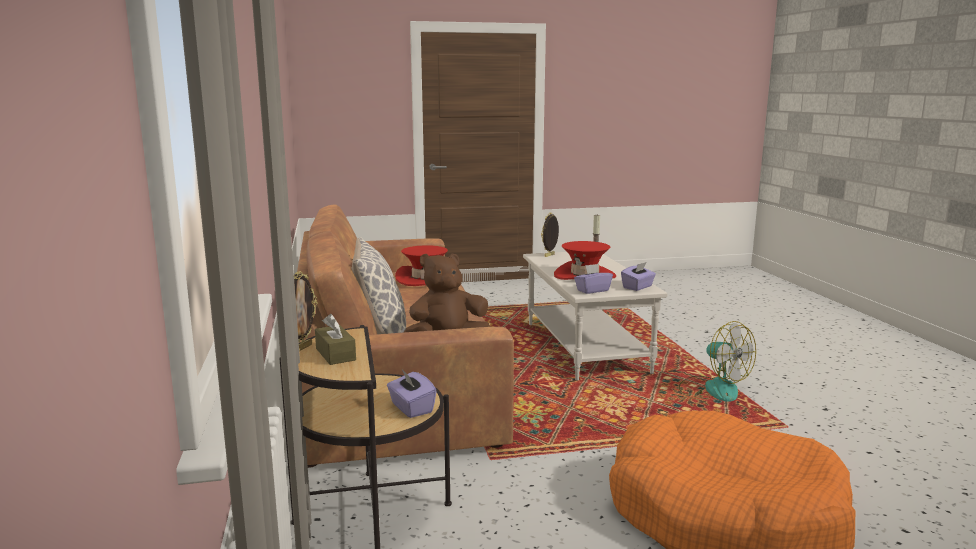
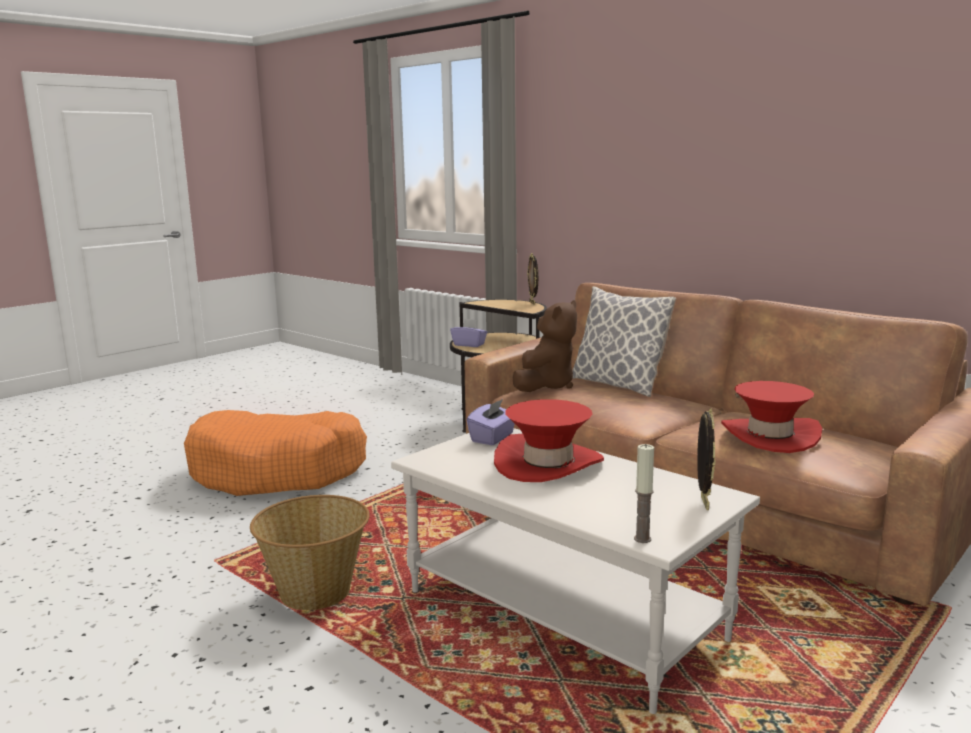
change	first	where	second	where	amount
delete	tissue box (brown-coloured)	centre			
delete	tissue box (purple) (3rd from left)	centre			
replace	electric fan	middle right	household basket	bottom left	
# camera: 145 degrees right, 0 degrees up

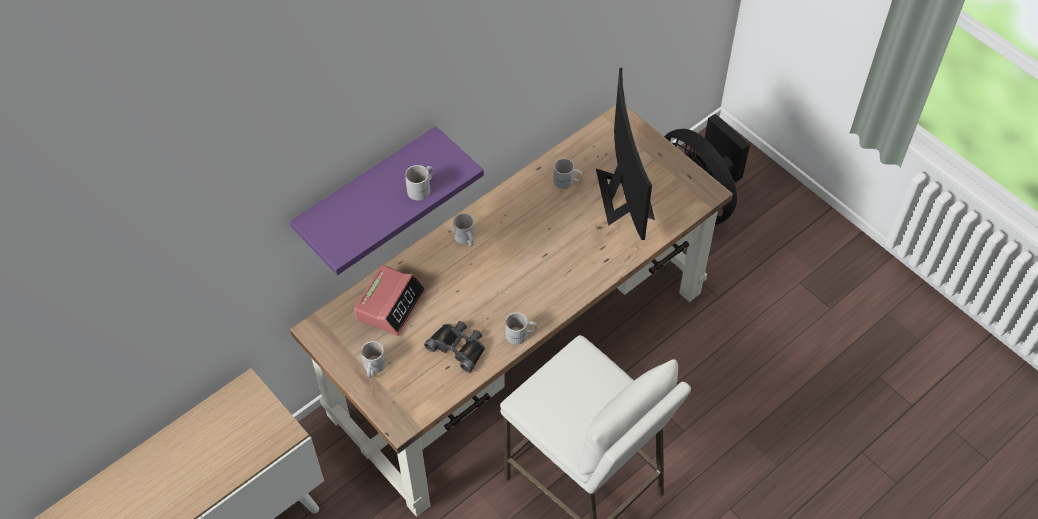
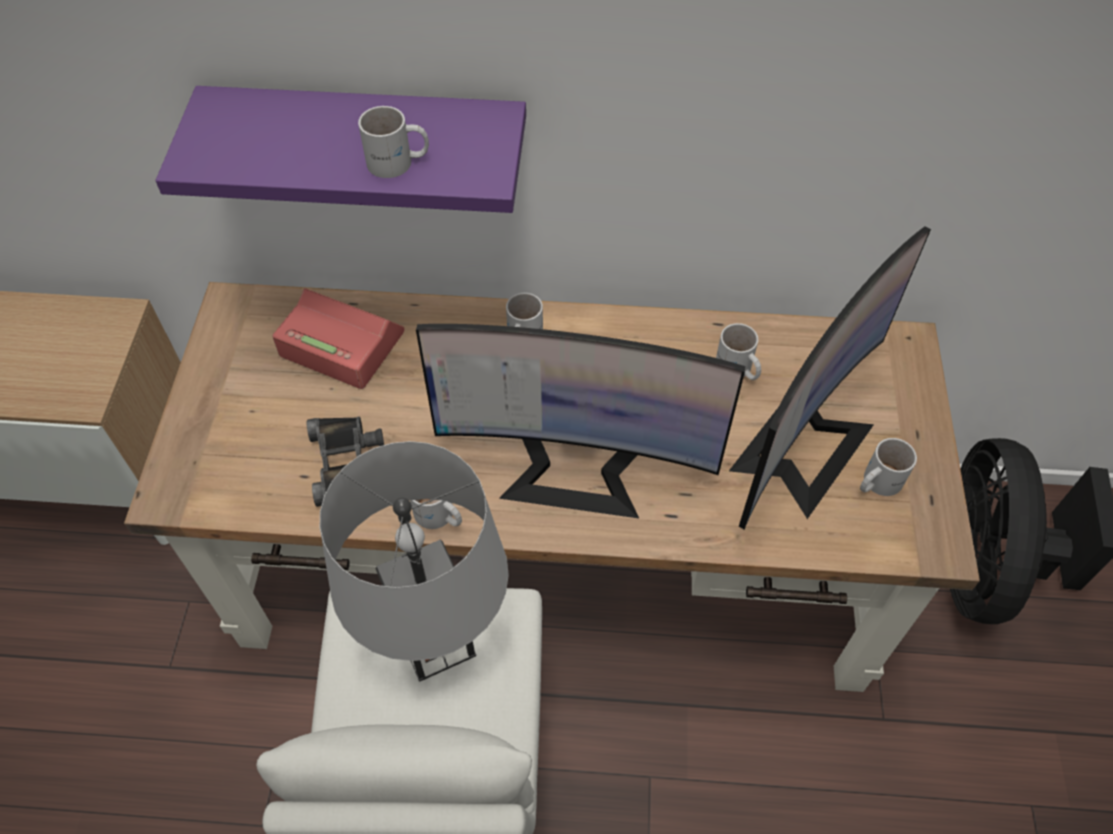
change	first	where	second	where	amount
insert			tabletop lamp (grey)	bottom centre	
insert			monitor (1st from left)	centre	
move	mug (white) (1st from left in the first image)	bottom centre	mug (white) (5th from left)	middle right	
rotate	alarm clock	centre		middle left	135 degrees counterclockwise
# camera: 45 degrees right, 0 degrees up

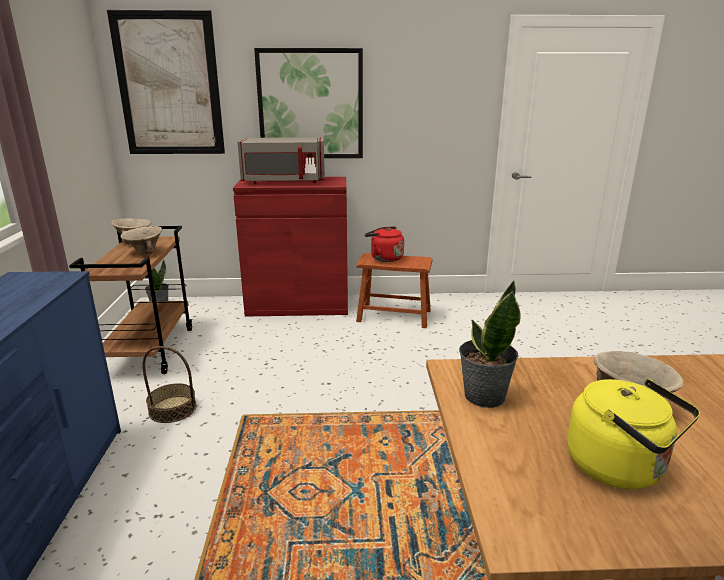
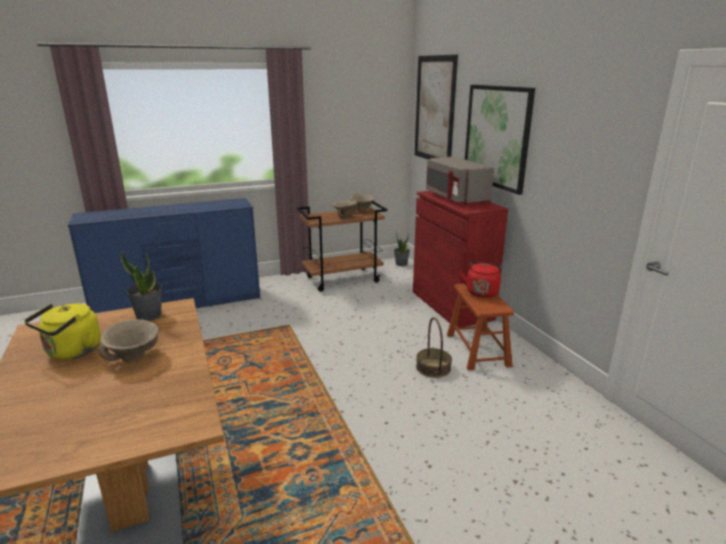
change	first	where	second	where	amount
move	household basket	middle left		centre	
# camera: 70 degrees right, 0 degrees up

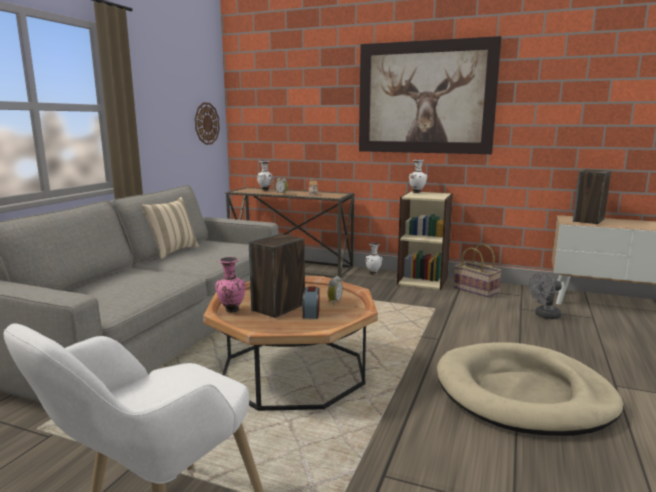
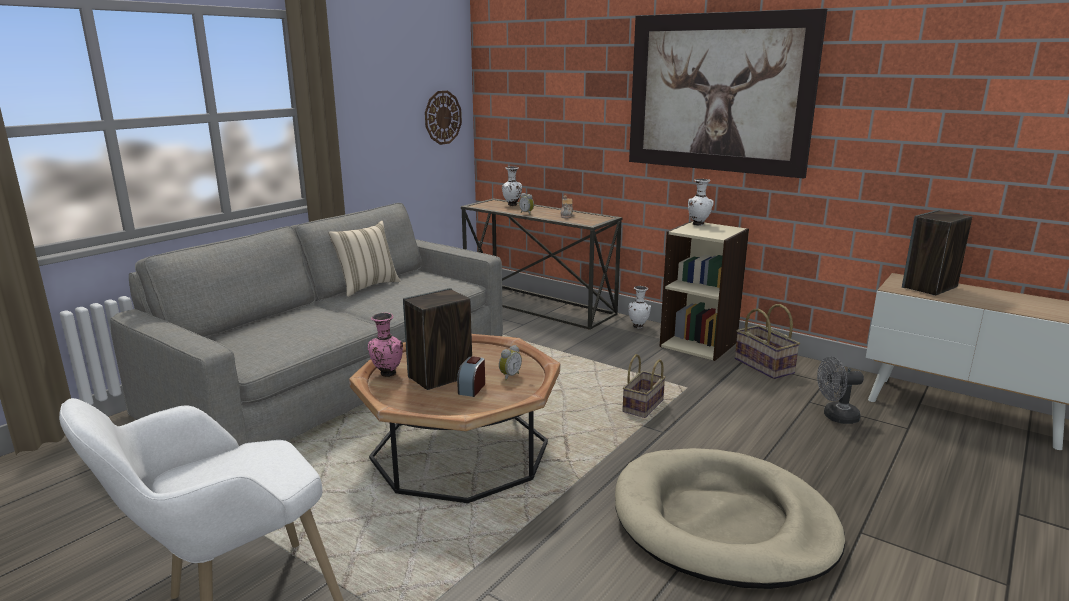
change	first	where	second	where	amount
insert			household basket (1st from left)	centre	
# camera: 15 degrees right, 5 degrees up

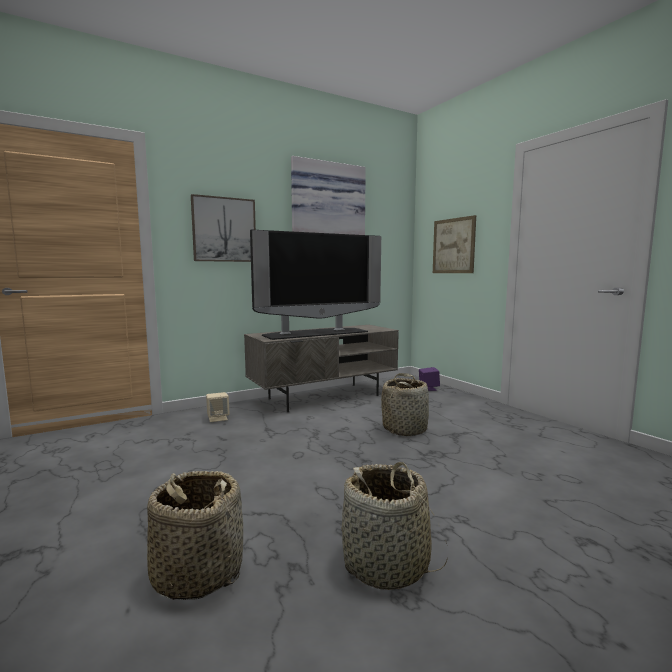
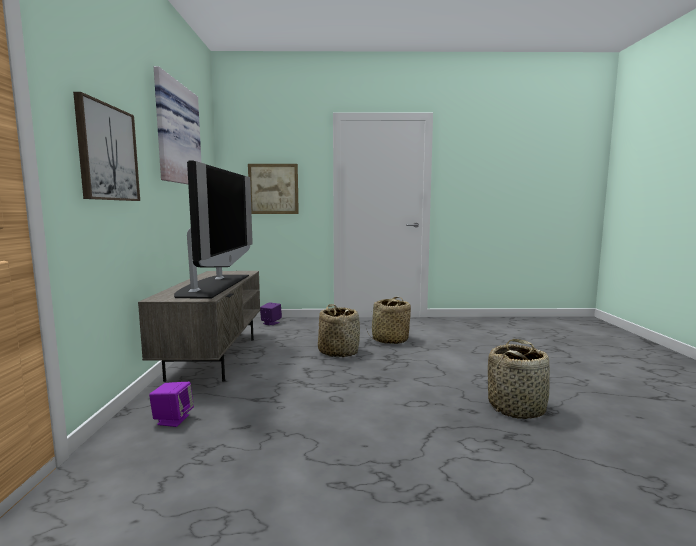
change	first	where	second	where	amount
move	household basket (1st from left in the first image)	bottom left	household basket (2nd from left)	centre	
recolor	loudspeaker (sand-coloured)	middle left	loudspeaker (purple) (1st from left)	bottom left	
# camera: 60 degrees left, 0 degrees up

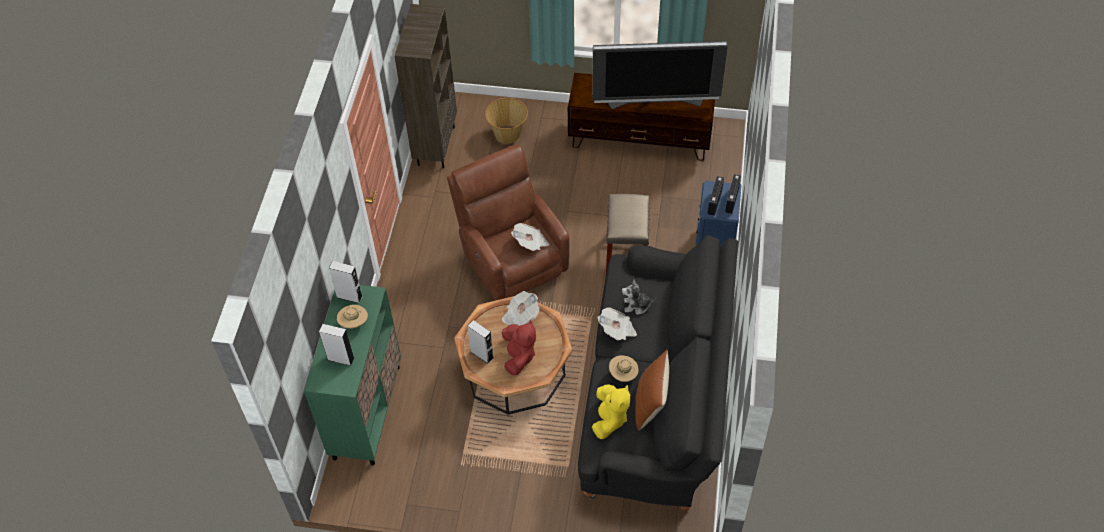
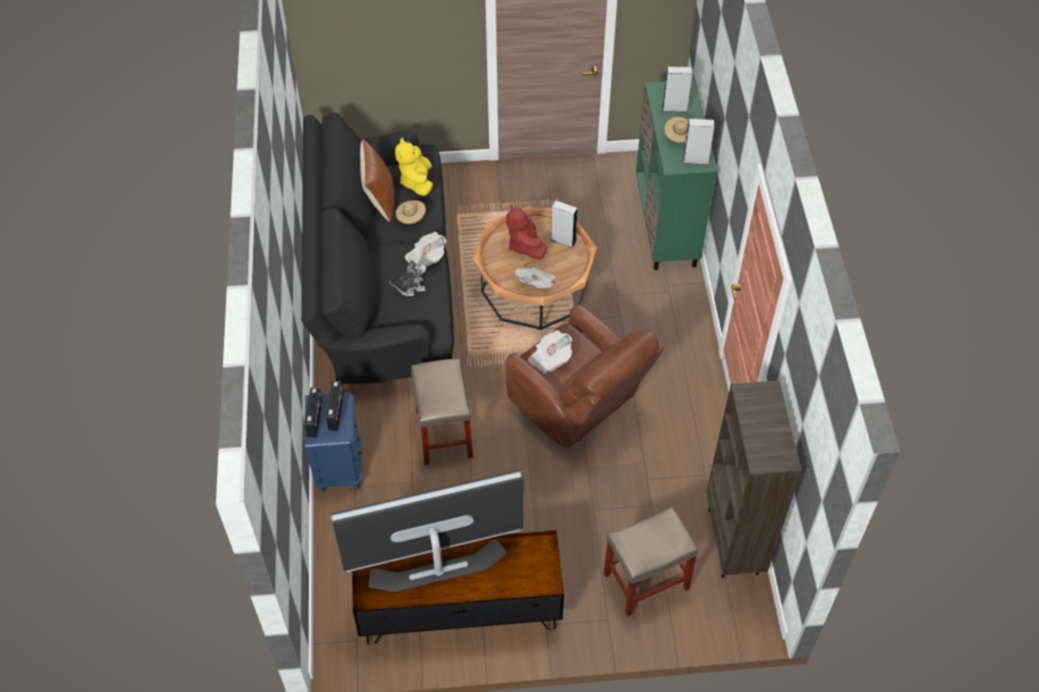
change	first	where	second	where	amount
replace	household basket	top centre	stool (sand-coloured) (2nd from left)	bottom centre	
# camera: 165 degrees right, 0 degrees up

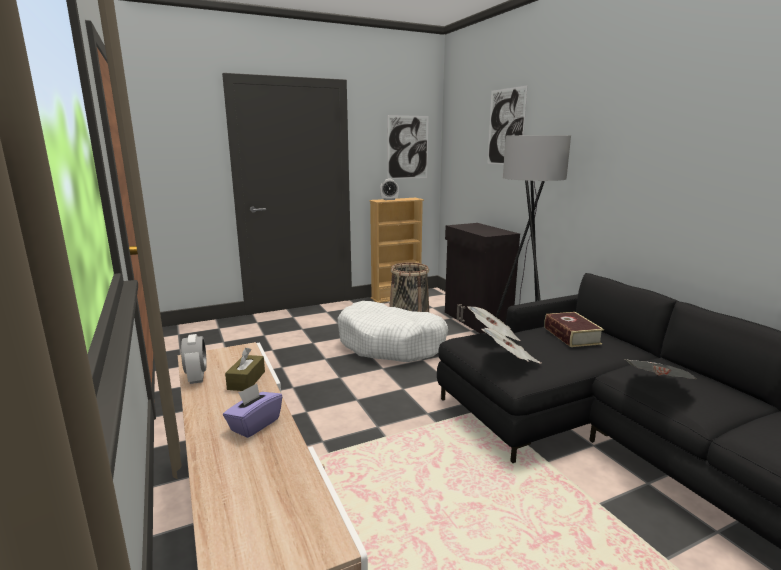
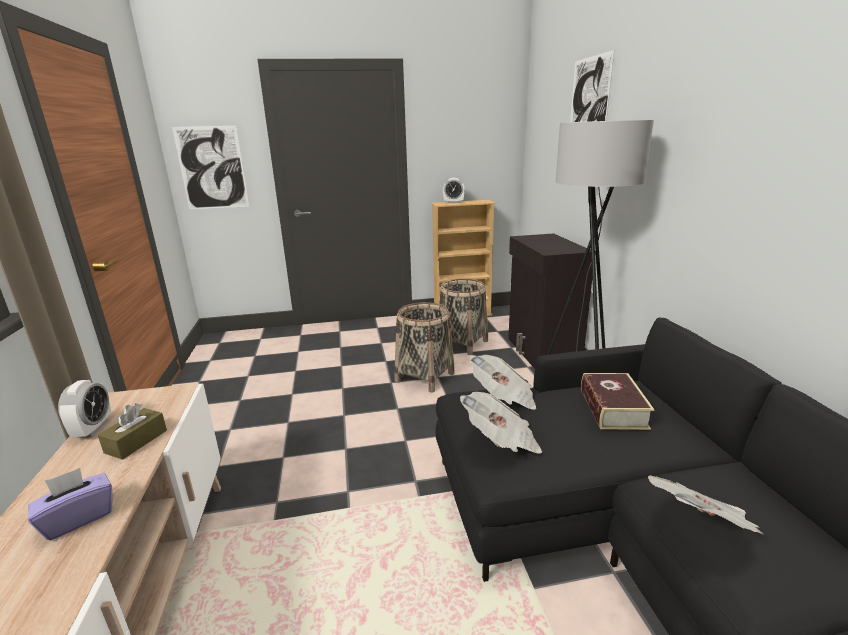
change	first	where	second	where	amount
move	picture (1st from left)	top centre		top left	
replace	dog bed (white)	centre	household basket (1st from left)	centre	
# camera: 15 degrees right, 5 degrees up

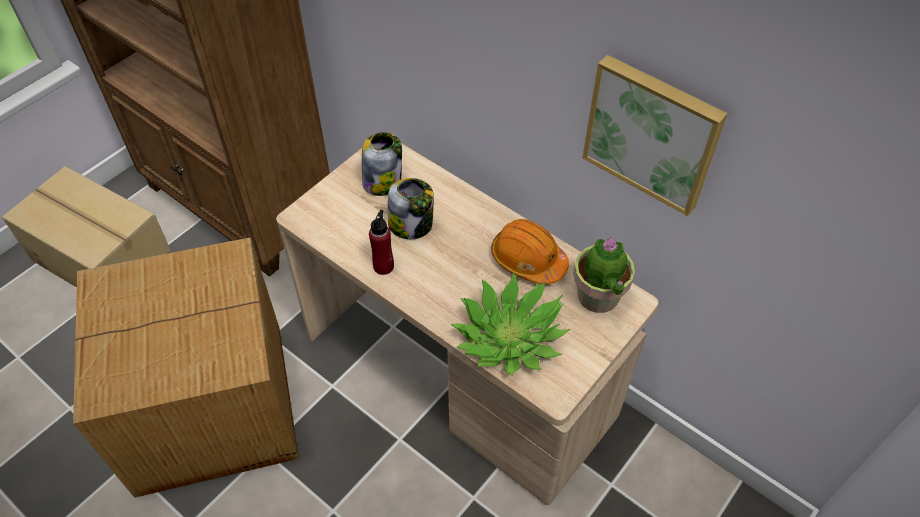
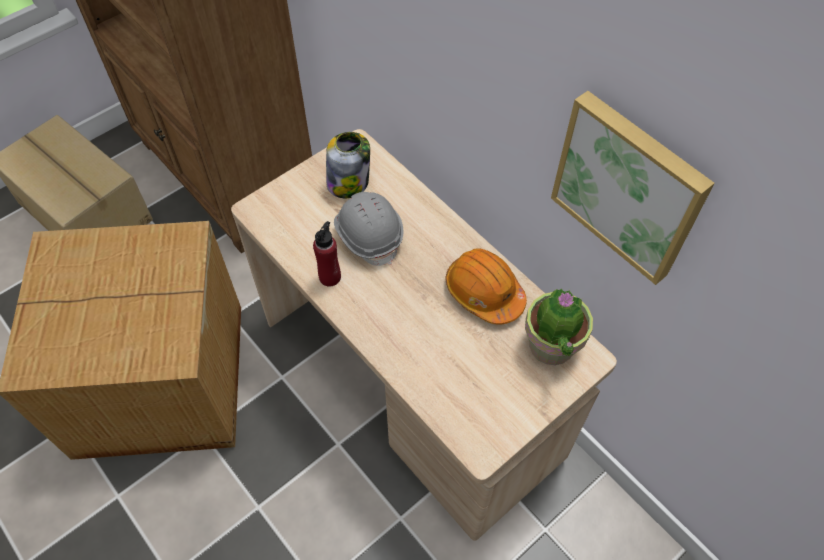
change	first	where	second	where	amount
delete	houseplant (1st from left)	centre			
replace	storage jar (2nd from left)	centre	safety helmet (grey)	centre	
# camera: 10 degrees right, 5 degrees up

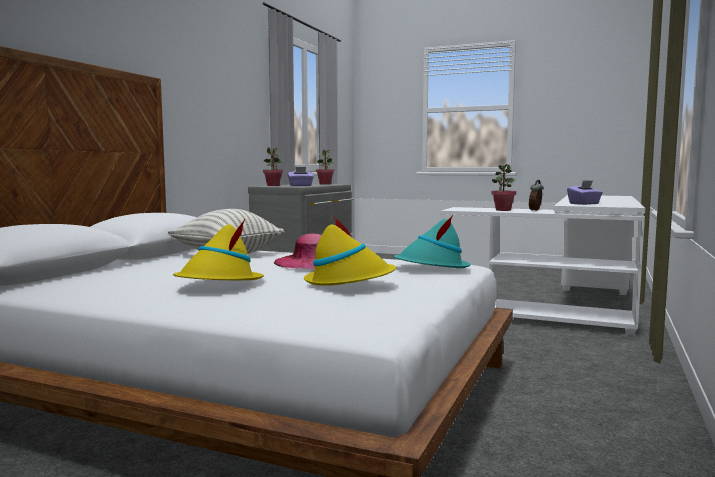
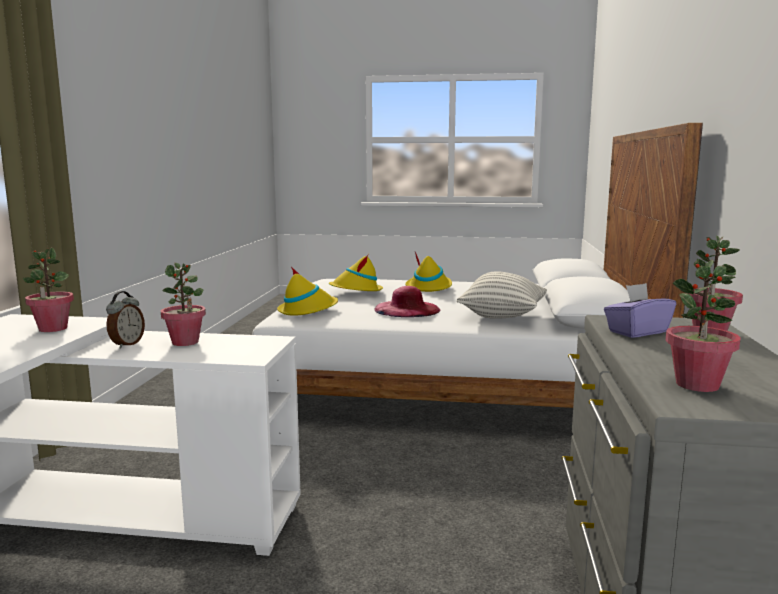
change	first	where	second	where	amount
replace	tissue box (purple) (2nd from left)	middle right	houseplant (1st from left)	middle left	
recolor	wearable hat (turquoise-coloured)	centre	wearable hat (yellow) (1st from left)	centre	
# camera: 165 degrees right, 5 degrees up

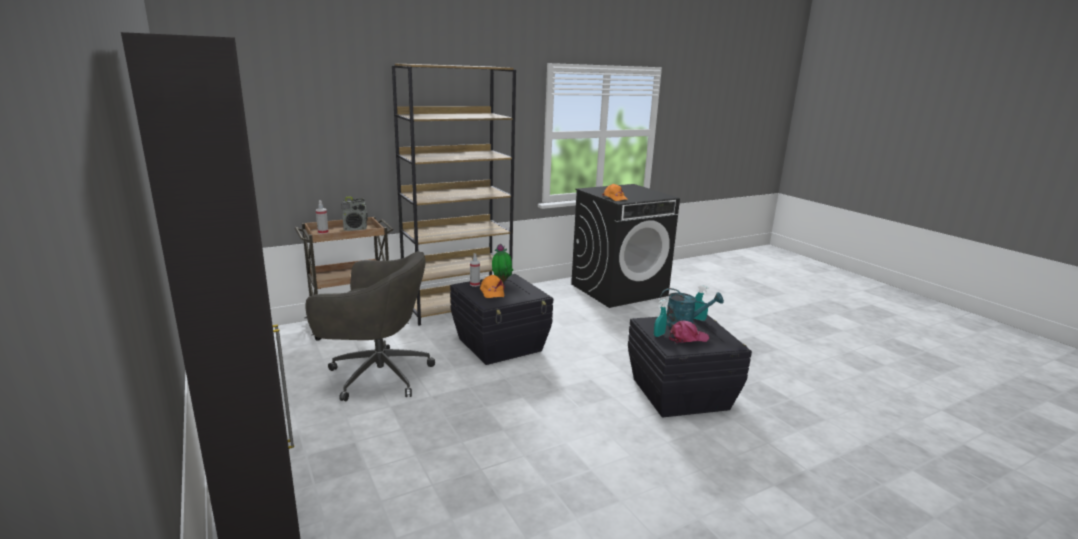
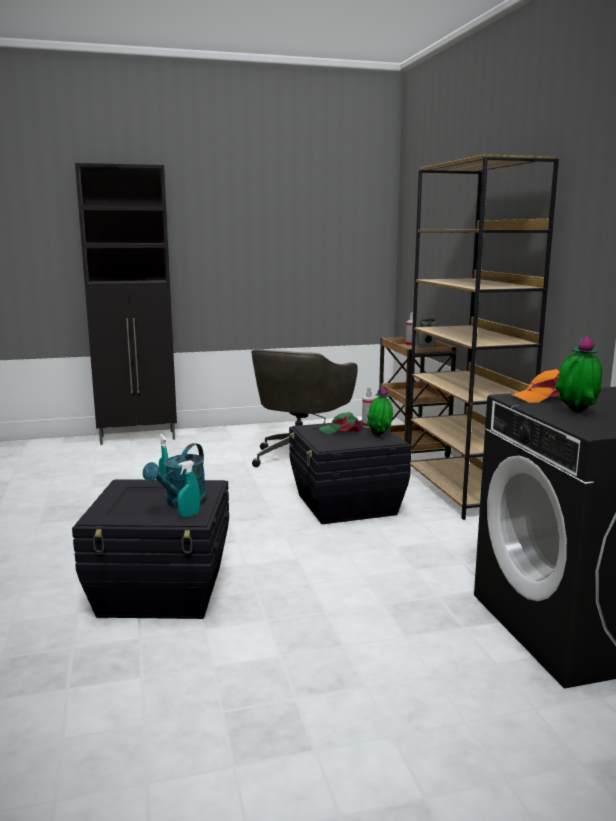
change	first	where	second	where	amount
delete	baseball cap (pink-coloured)	centre			
insert			houseplant (2nd from left)	middle right	
recolor	baseball cap (orange-coloured) (1st from left)	centre	baseball cap (green-coloured)	centre	
# camera: 105 degrees right, 5 degrees down

